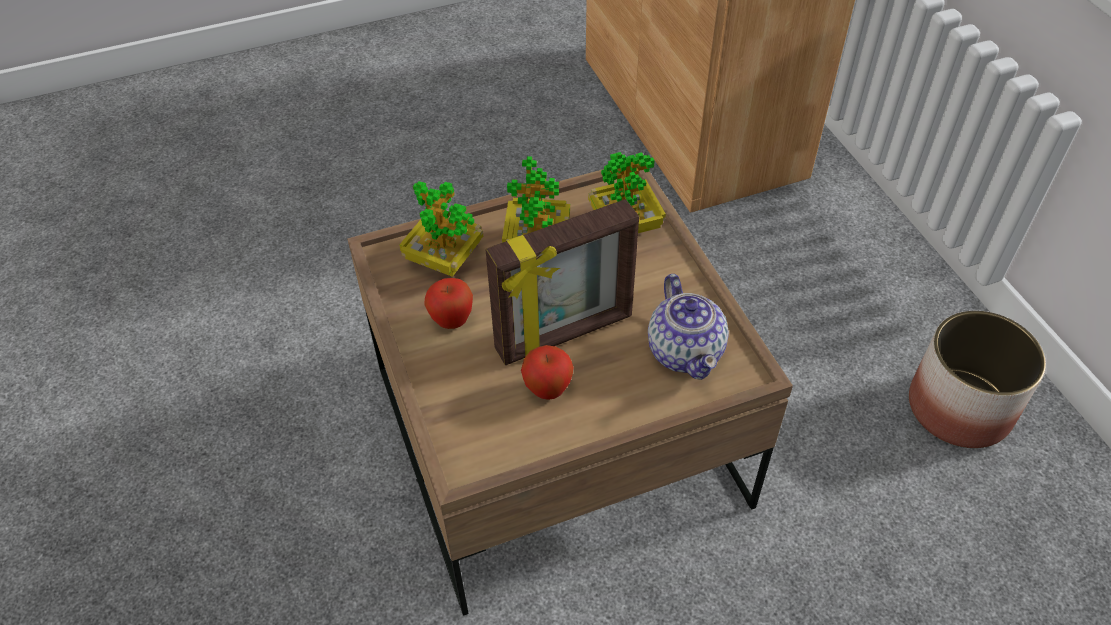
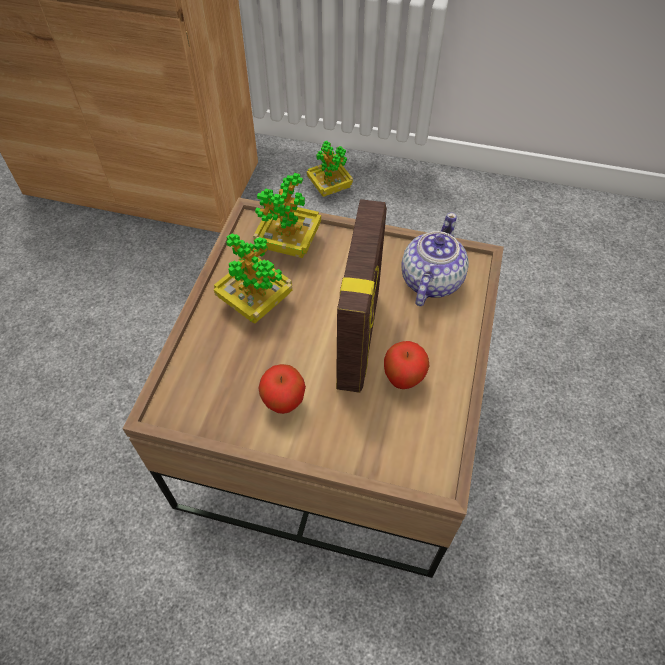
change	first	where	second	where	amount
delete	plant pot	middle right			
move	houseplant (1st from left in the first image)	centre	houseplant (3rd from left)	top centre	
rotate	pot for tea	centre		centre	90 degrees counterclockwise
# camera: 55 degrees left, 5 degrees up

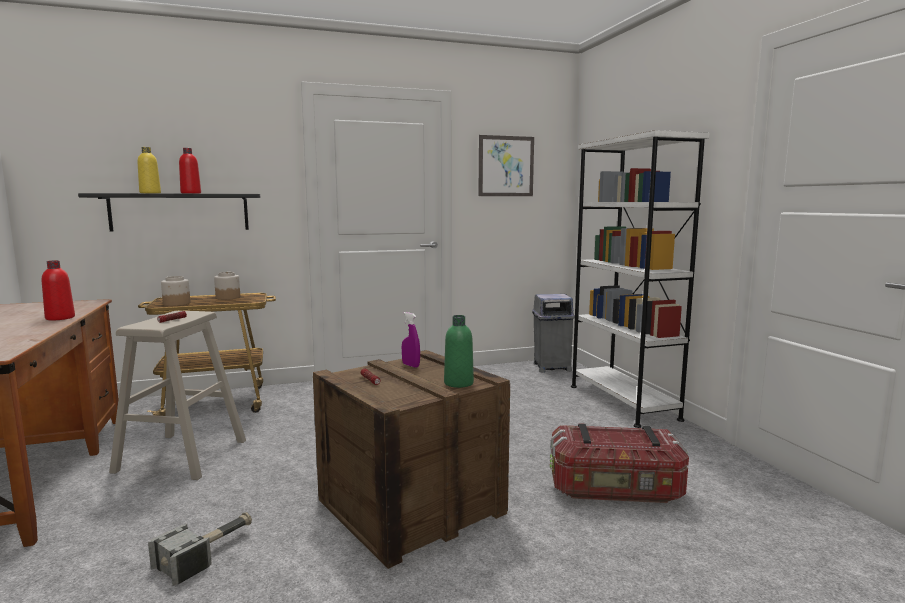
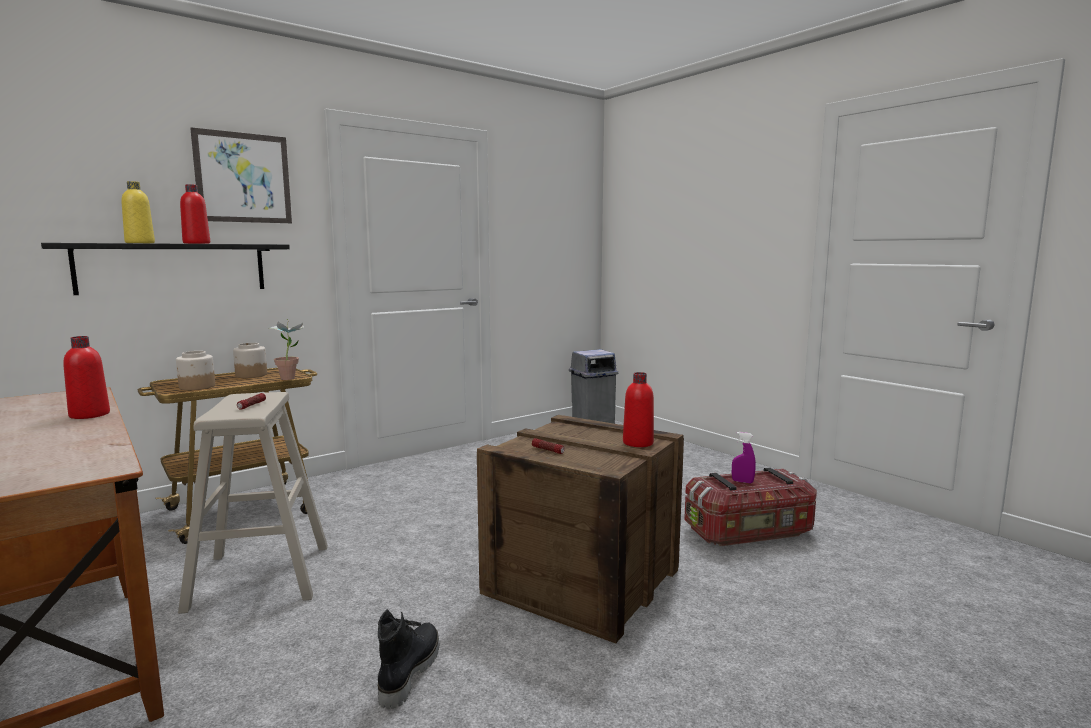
change	first	where	second	where	amount
delete	bookcase (white)	middle right			
insert			houseplant	middle left	
move	hand sprayer (purple)	centre		middle right	
move	picture	top centre		top left	
replace	hammer	bottom left	high-top boot (black)	bottom centre	
recolor	drink bottle (green-coloured)	centre	drink bottle (red) (3rd from left)	centre	
# camera: 20 degrees left, 0 degrees up

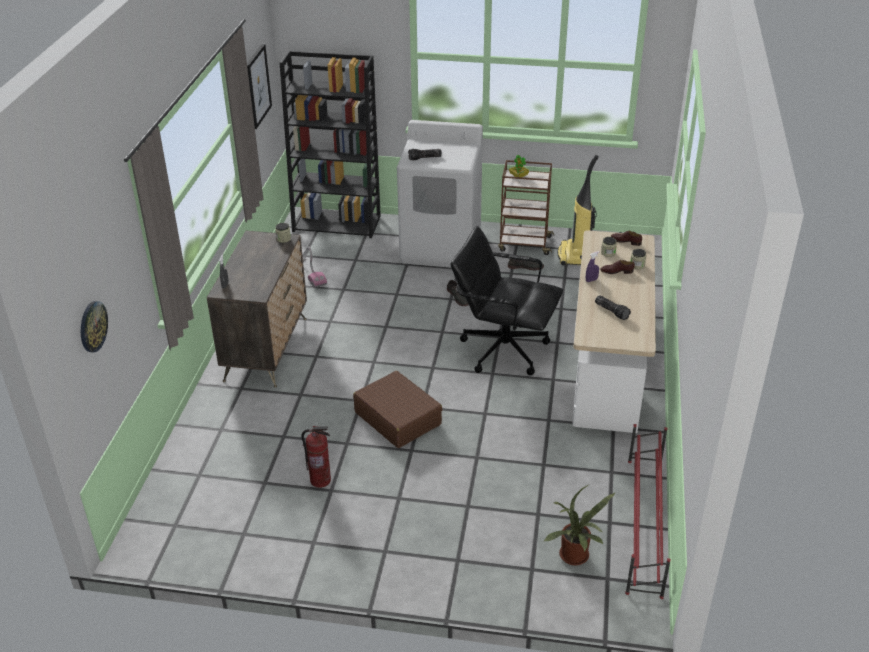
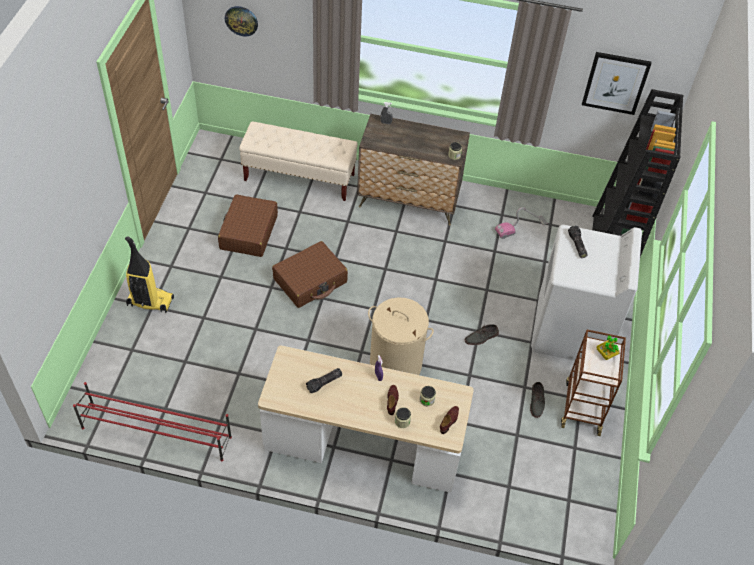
change	first	where	second	where	amount
delete	houseplant (2nd from left)	bottom centre			
insert			indoor bench (sand-coloured)	top centre	
move	hoover (2nd from left in the first image)	top centre	hoover (1st from left)	middle left	
replace	fire-fighting cylinder	bottom centre	piece of luggage (brown-coloured) (1st from left)	middle left	
replace	computer chair (black)	centre	laundry basket (sand-coloured)	centre	
# camera: 90 degrees right, 15 degrees up

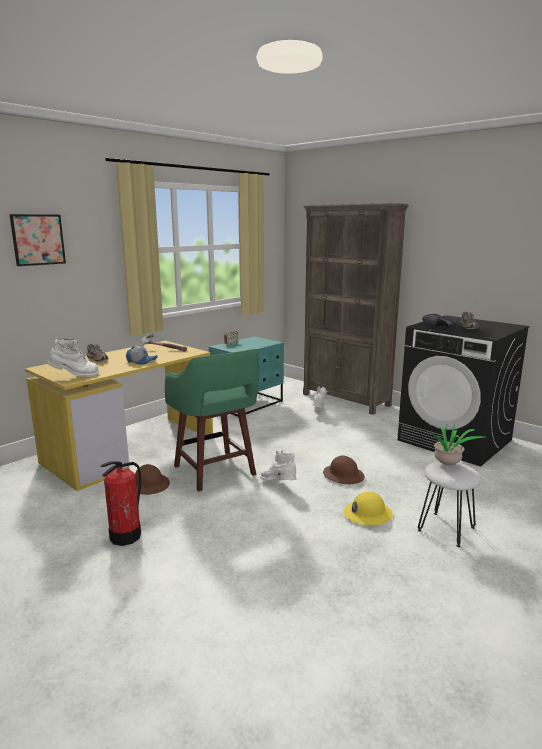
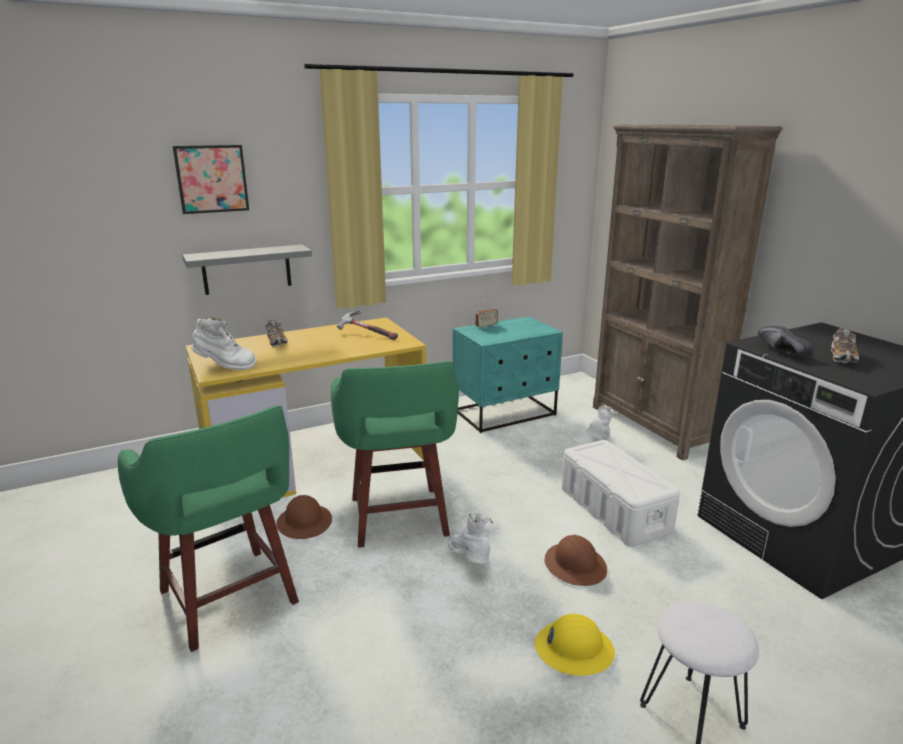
change	first	where	second	where	amount
delete	baseball cap	middle left			
delete	houseplant	middle right			
insert			wall shelf (grey)	middle left	
insert			storage container (white)	middle right	
replace	fire-fighting cylinder	bottom left	stool (green-coloured) (1st from left)	bottom left	
# camera: 20 degrees right, 5 degrees up

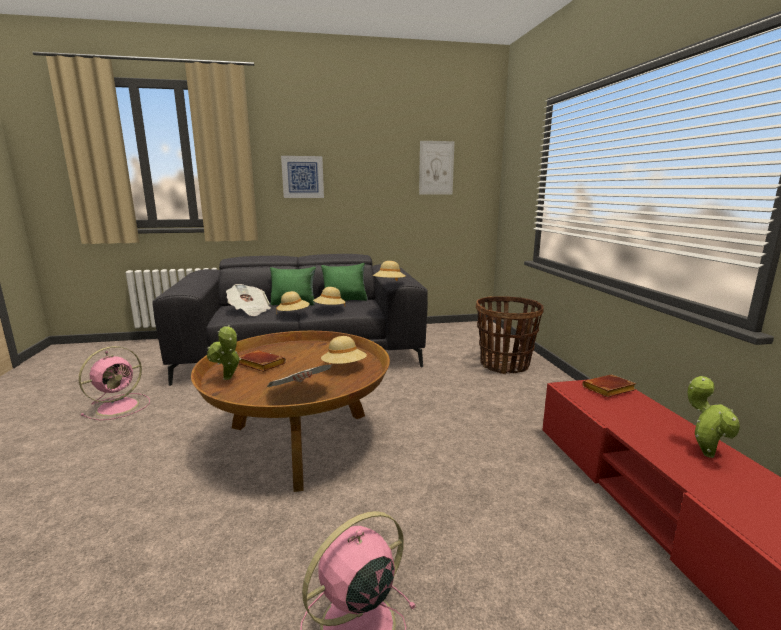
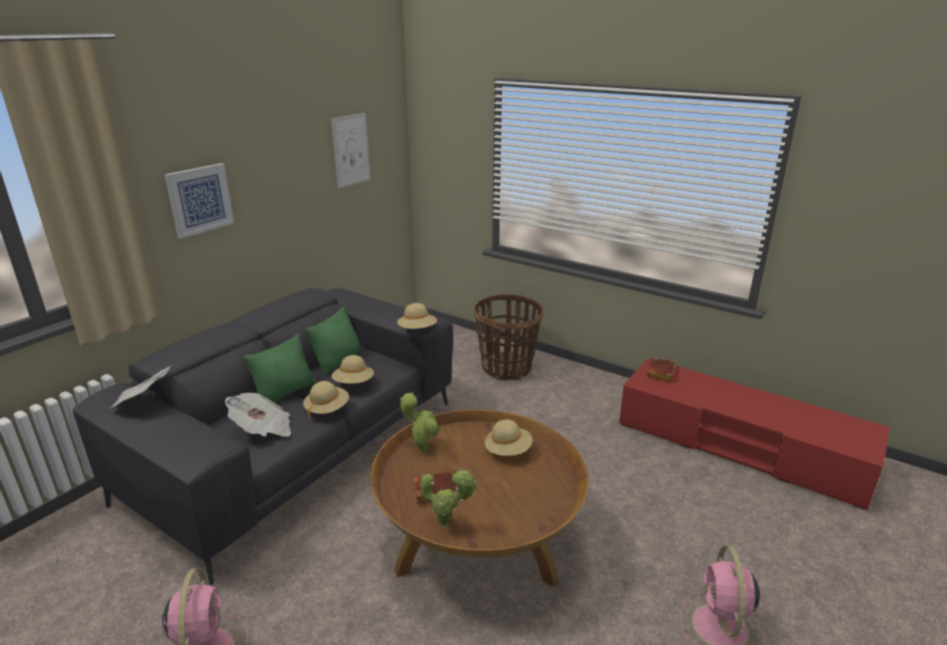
change	first	where	second	where	amount
move	newspaper (2nd from left in the first image)	centre	newspaper (1st from left)	middle left	
move	houseplant (2nd from left in the first image)	middle right	houseplant (1st from left)	centre	
# camera: 45 degrees left, 10 degrees up

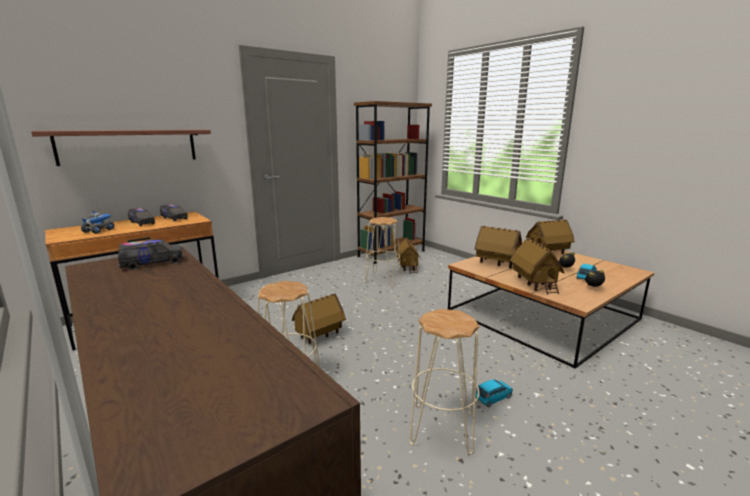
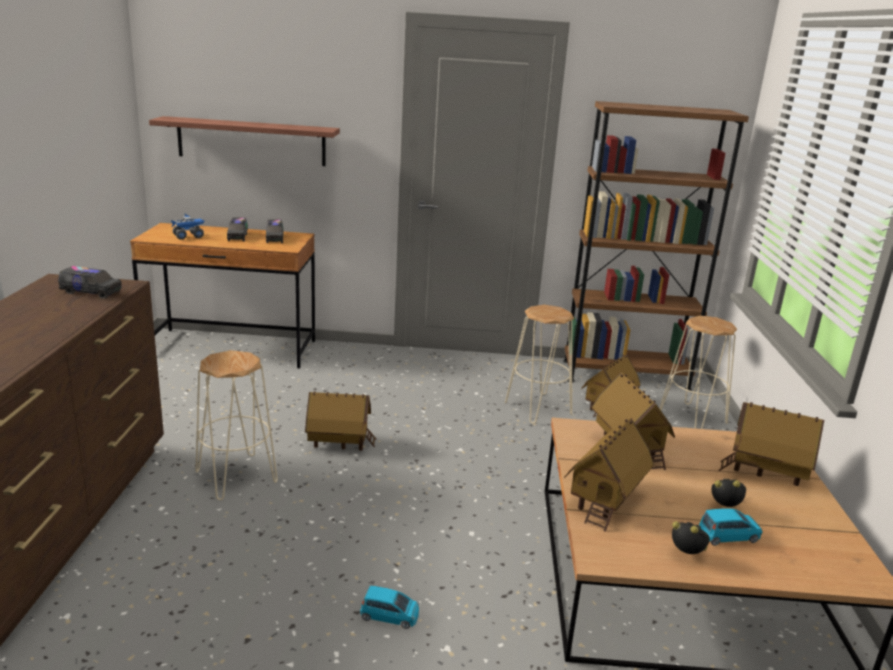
change	first	where	second	where	amount
move	stool (sand-coloured) (3rd from left)	bottom centre		middle right	
# camera: 40 degrees right, 5 degrees up

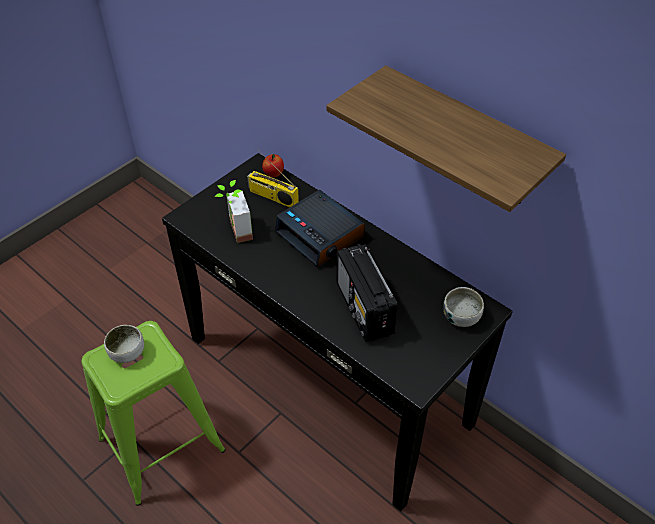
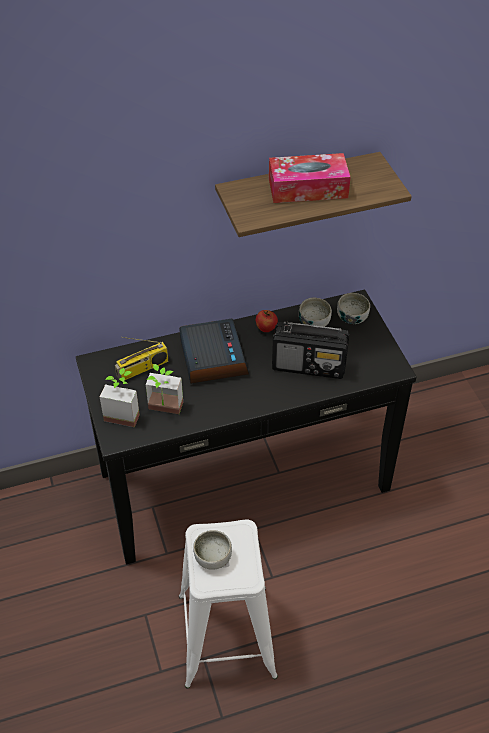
change	first	where	second	where	amount
insert			houseplant (1st from left)	middle left	
insert			tissue box	top centre	
insert			serving bowl (2nd from left)	centre	
move	whole apple	top centre		centre	
recolor	stool (green-coloured)	bottom left	stool (white)	bottom centre	
rotate	alarm clock	centre		centre	90 degrees counterclockwise
# camera: 60 degrees left, 0 degrees up

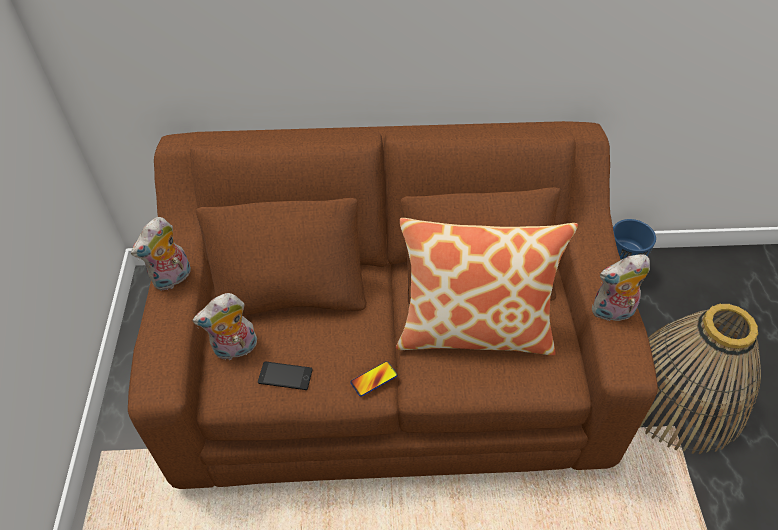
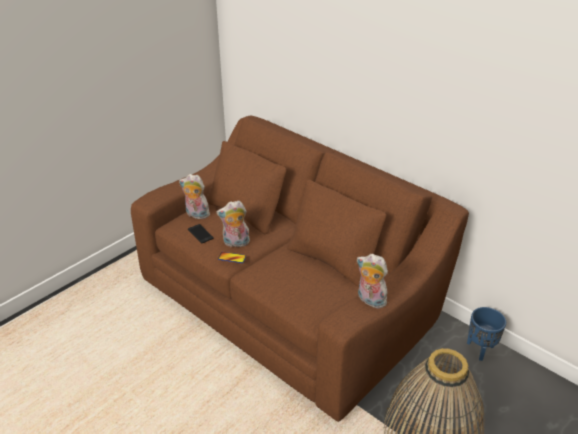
change	first	where	second	where	amount
delete	pillow	centre			
move	plush toy (1st from left in the first image)	middle left	plush toy (2nd from left)	centre	
# camera: 45 degrees right, 15 degrees down

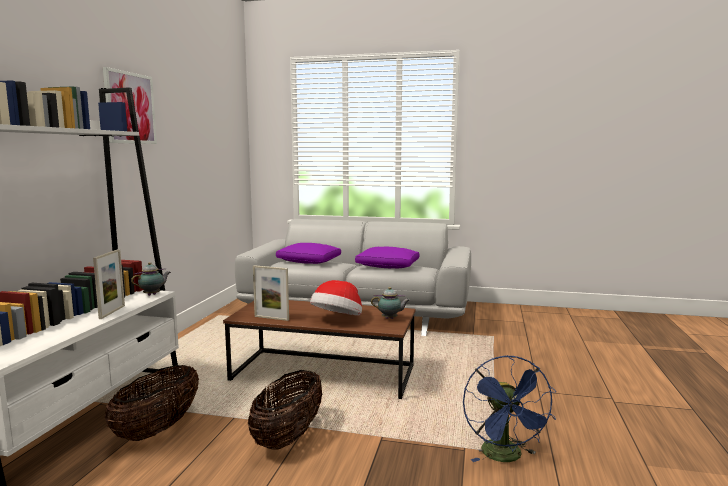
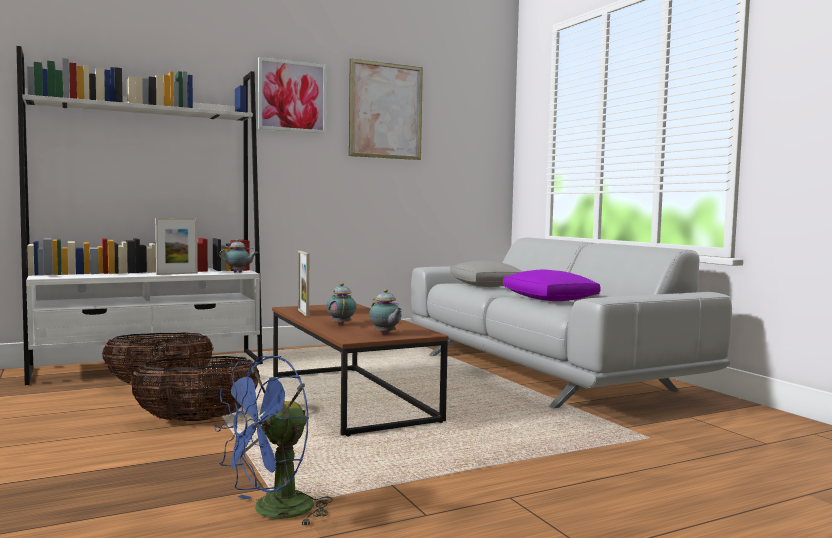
change	first	where	second	where	amount
insert			picture (2nd from left)	top centre	
replace	wearable hat	centre	pot for tea (2nd from left)	centre	
recolor	pillow (purple) (1st from left)	centre	pillow (grey)	centre	
# camera: 50 degrees right, 5 degrees down

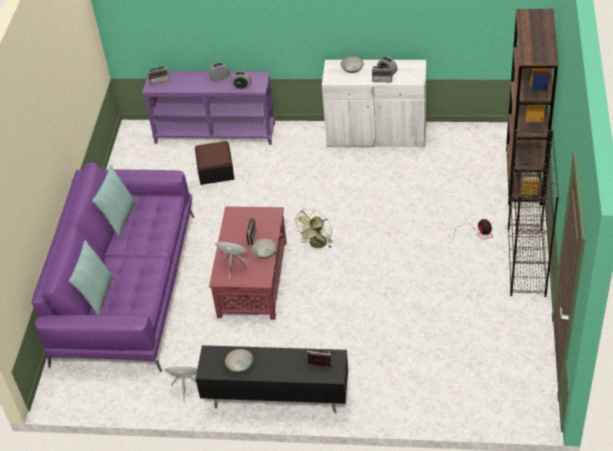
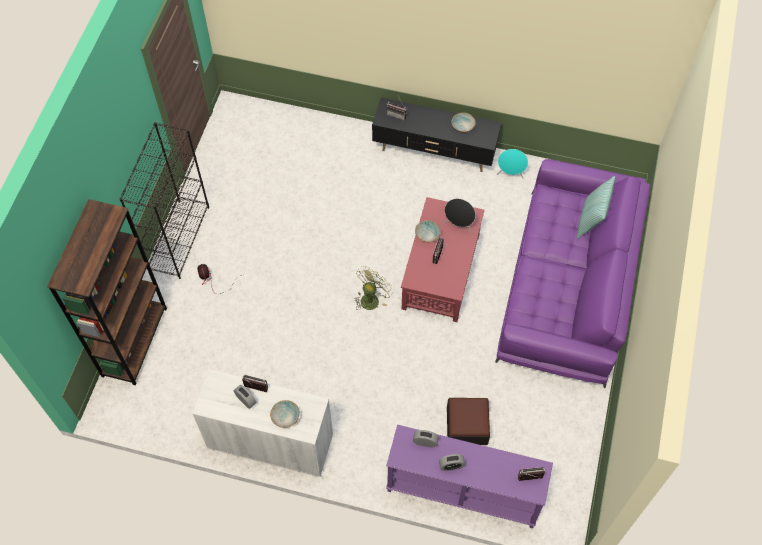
change	first	where	second	where	amount
delete	pillow (2nd from left)	middle left			
# camera: 175 degrees left, 15 degrees up

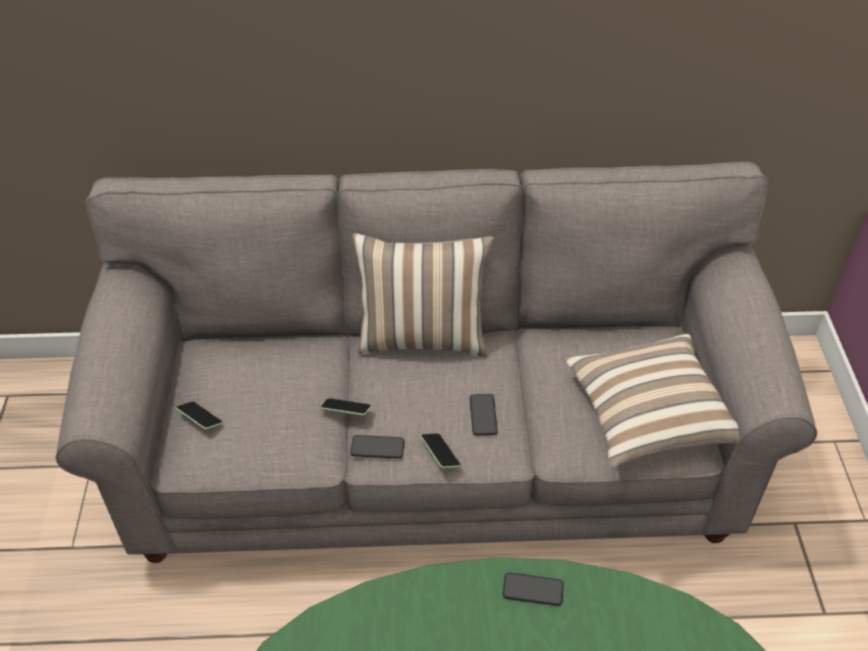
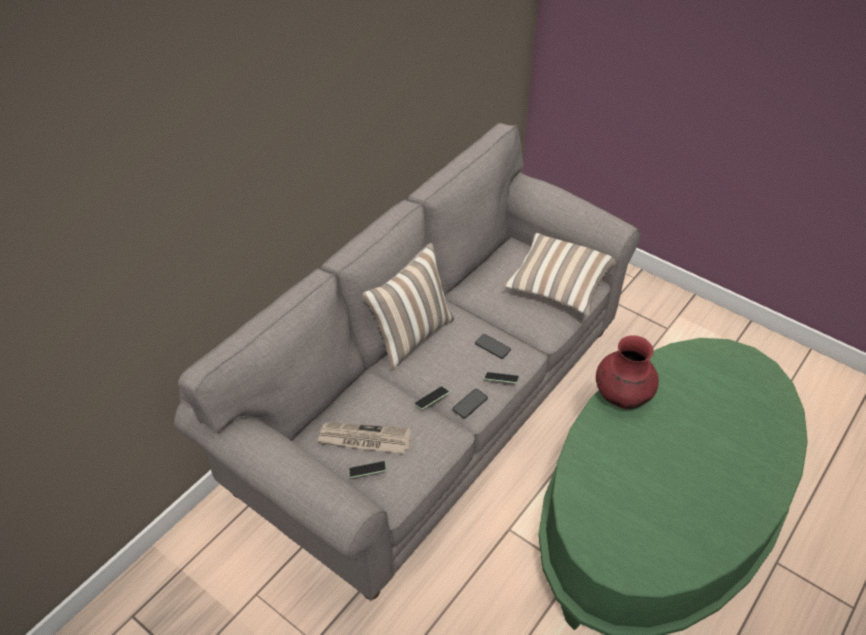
change	first	where	second	where	amount
insert			newspaper	bottom centre	
replace	handset (6th from left)	bottom centre	flower vase (red)	middle right	
# camera: 50 degrees left, 0 degrees up

